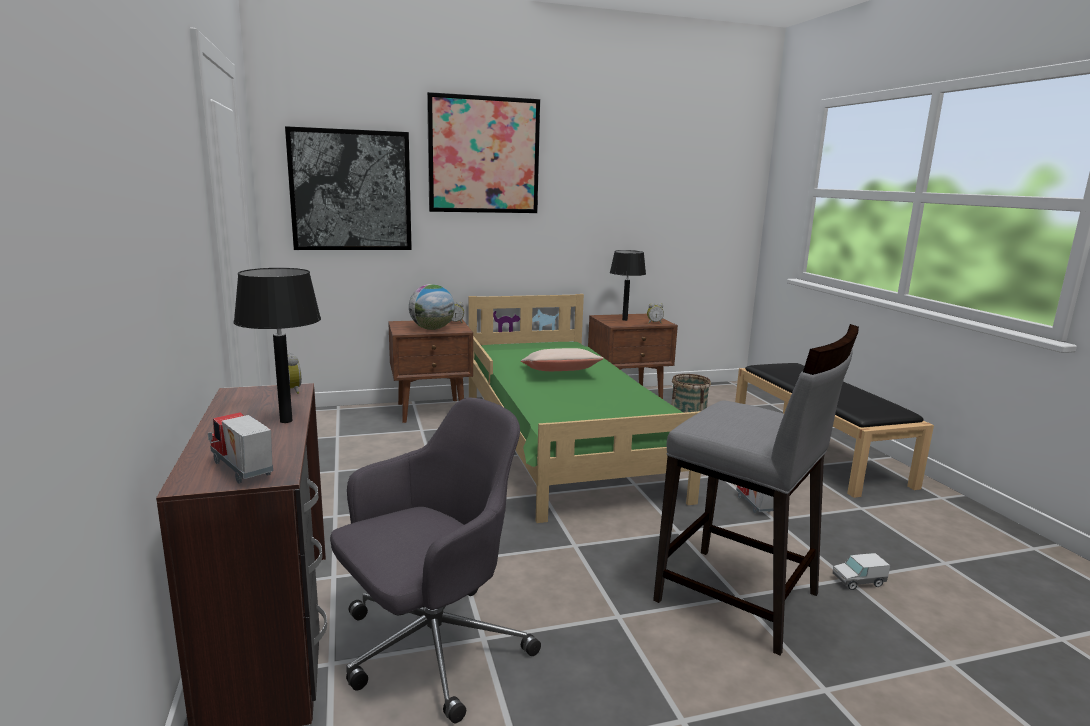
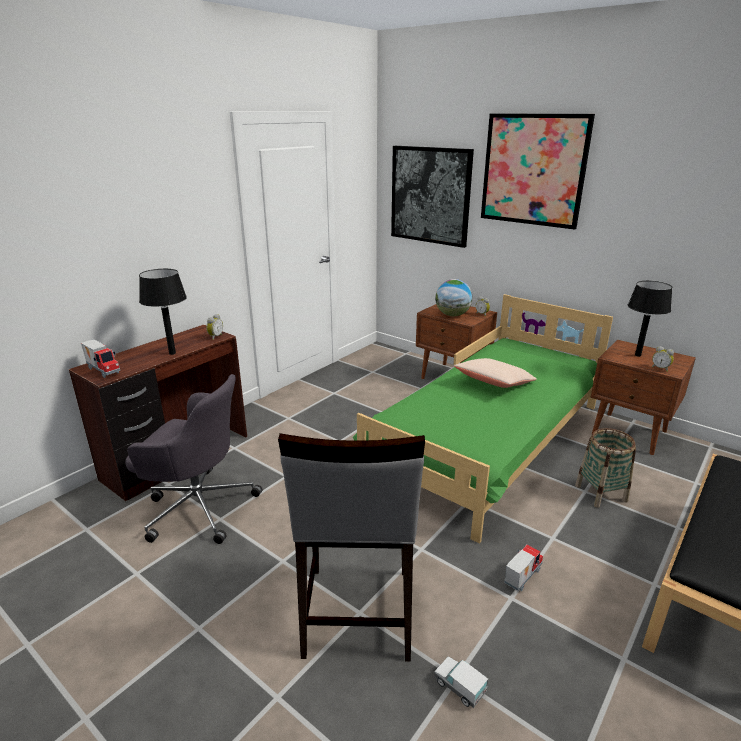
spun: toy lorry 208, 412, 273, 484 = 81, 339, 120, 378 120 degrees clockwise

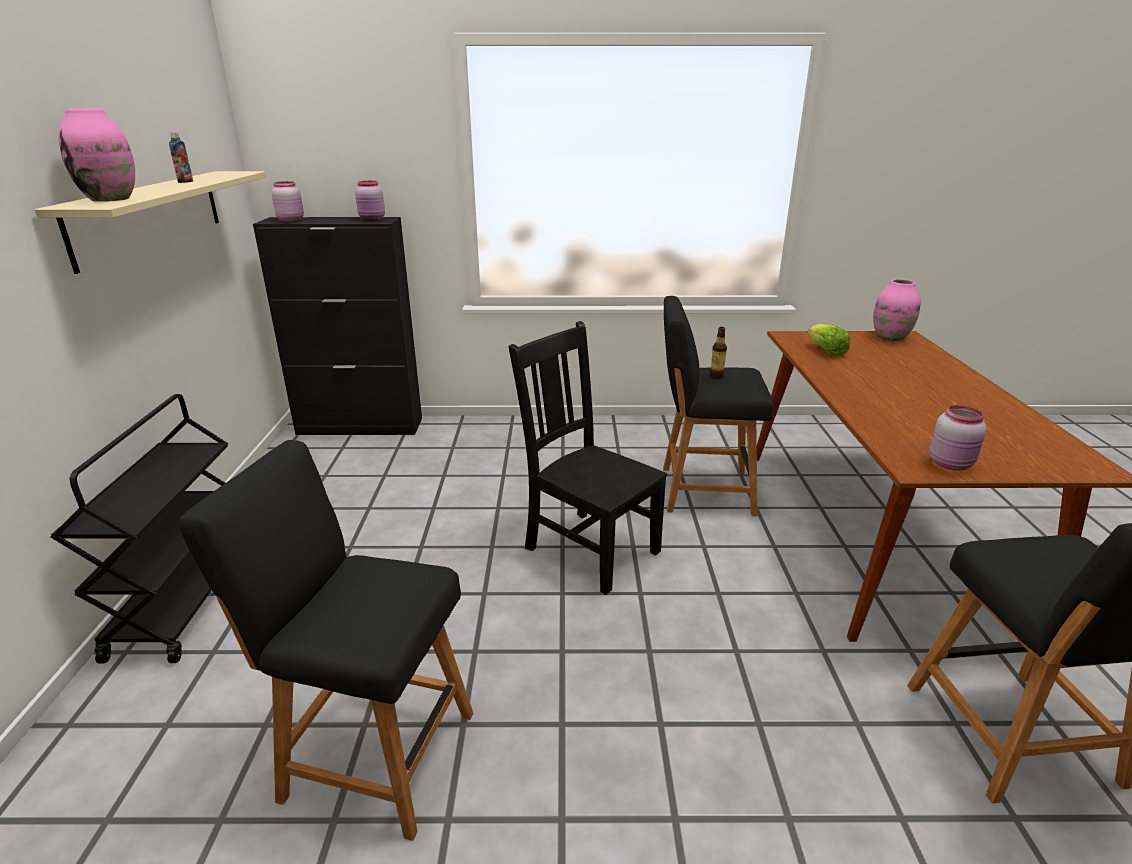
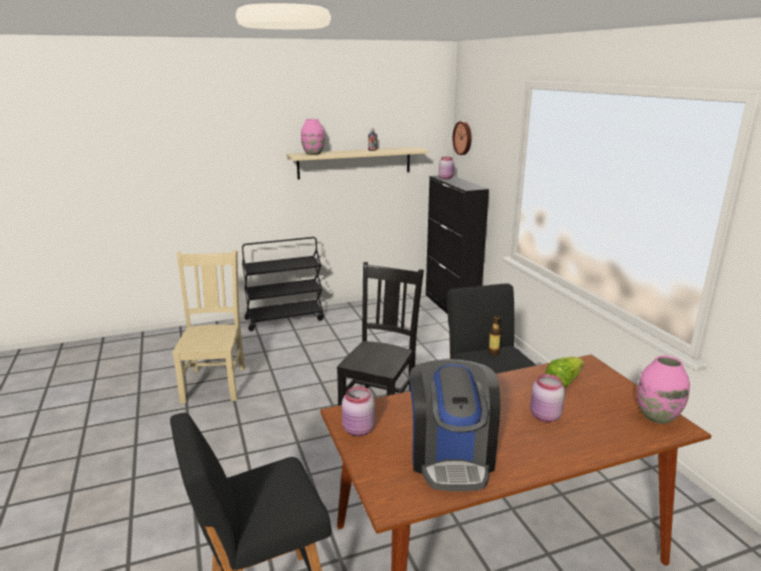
appeared: wall clock 452, 121, 472, 155; coffee machine 410, 359, 500, 491
relocated: preserve jar in pink-coloured 355, 181, 385, 221 to 530, 374, 565, 422
exchanged: stool in black-coloured 179, 440, 473, 841 to plain chair in beige 172, 250, 246, 403

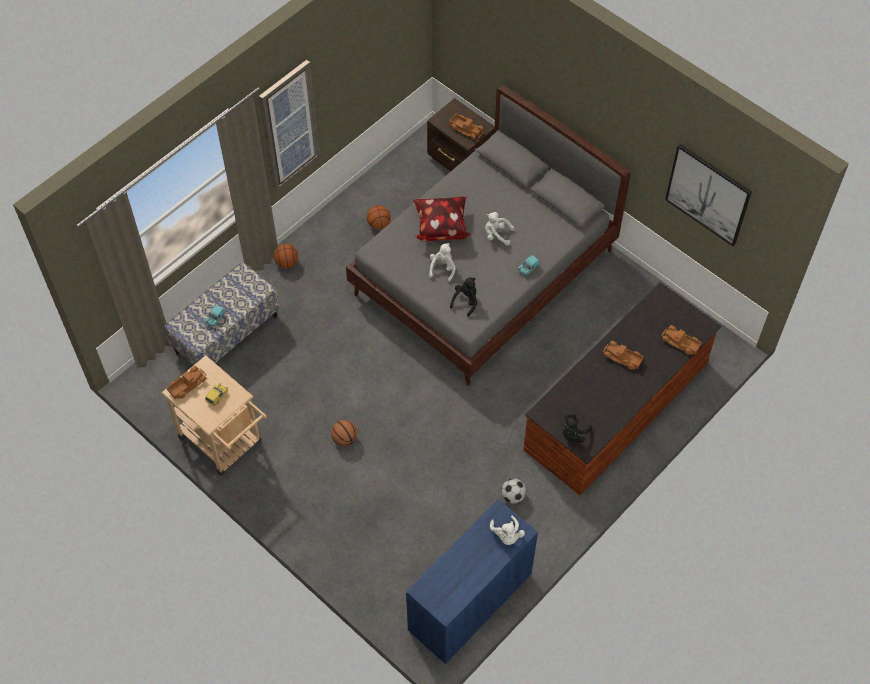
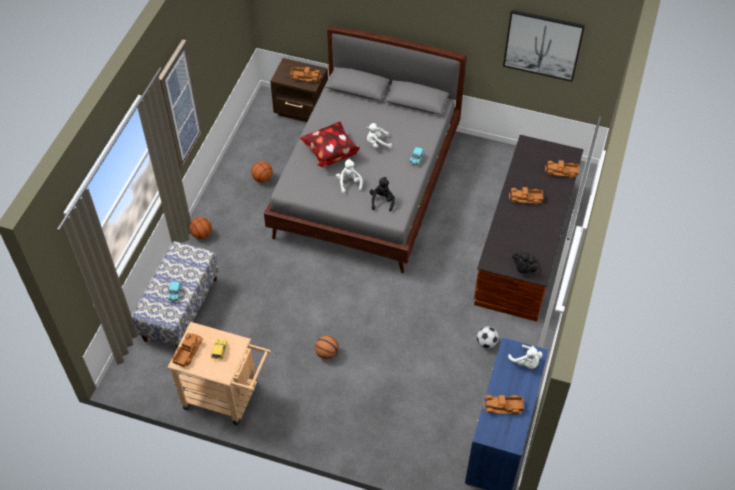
appeared: toy lorry 483, 395, 524, 415

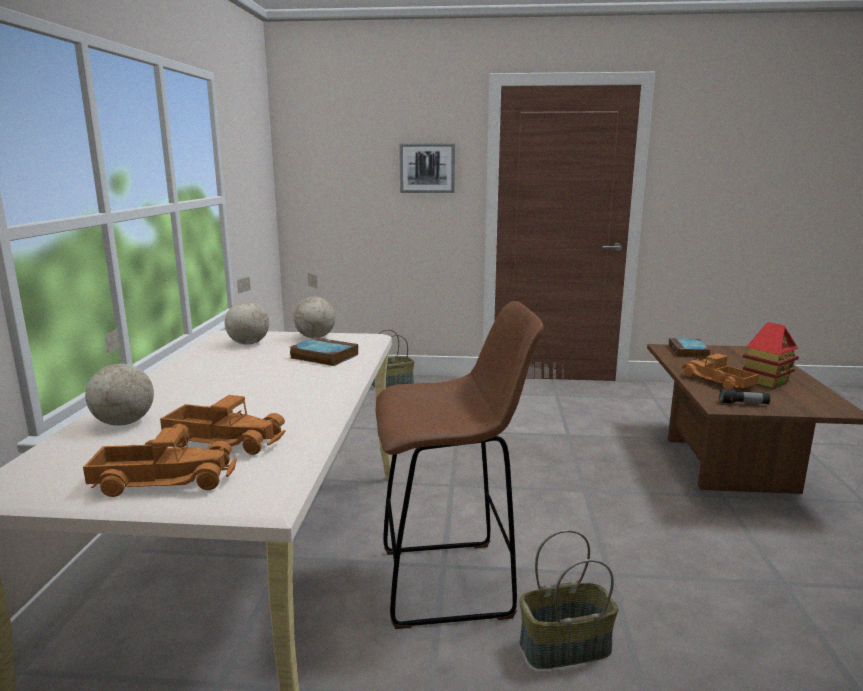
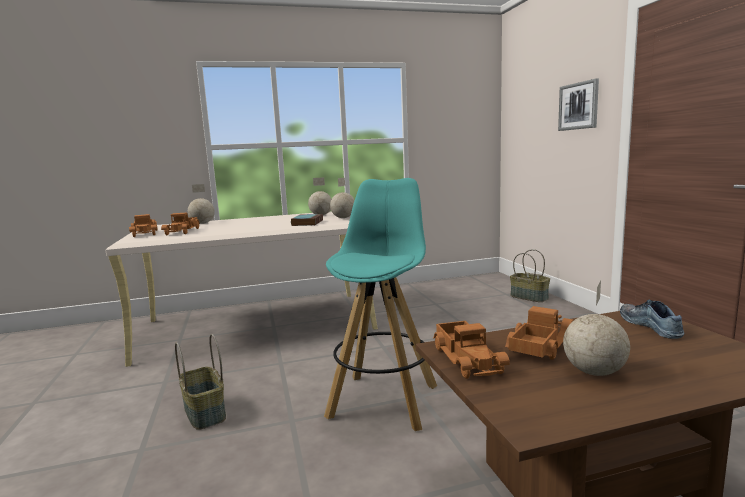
missing: stool in brownish 376, 301, 544, 629
appeared: stool in blue-green 324, 178, 437, 431
exchanged: toy house 742, 322, 799, 388 to globe 563, 281, 630, 376; book 669, 338, 710, 358 to low shoe 620, 300, 684, 339; hand torch 719, 389, 770, 404 to toy lorry 433, 321, 510, 379

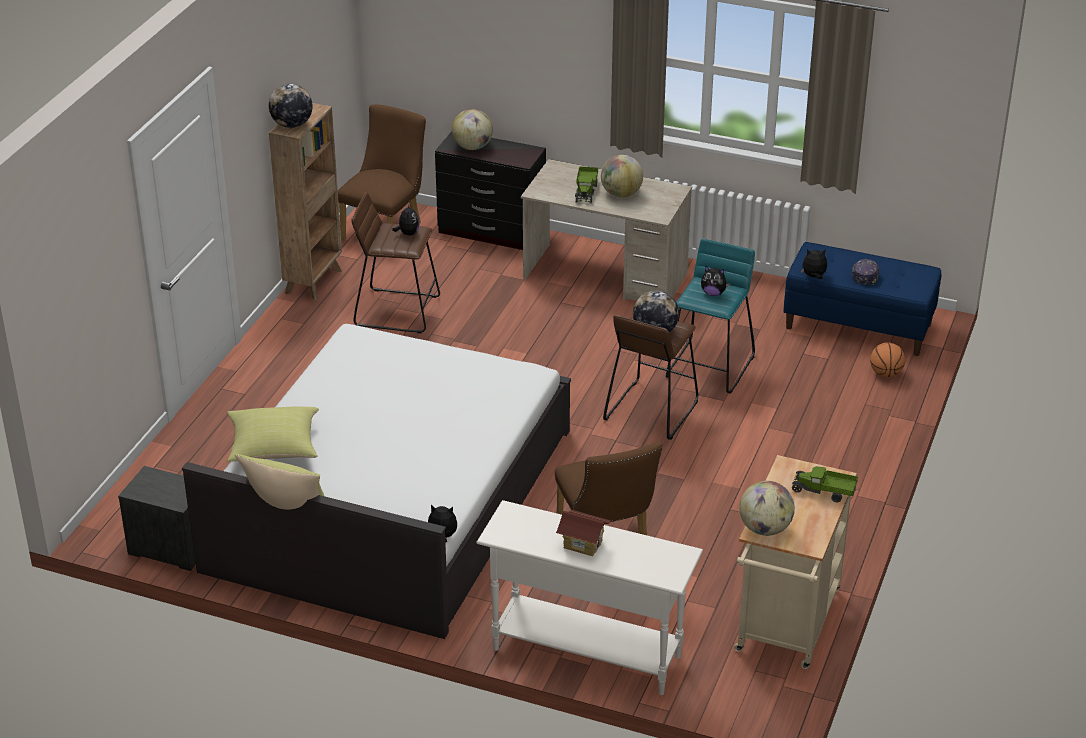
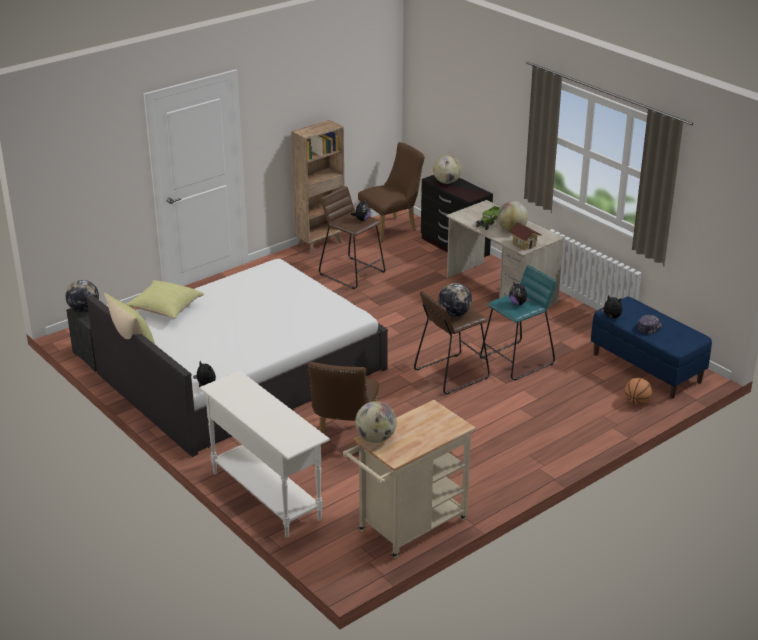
missing: toy lorry 791, 466, 858, 502
relocated: globe 269, 84, 313, 128 to 66, 280, 99, 313; toy house 556, 510, 611, 556 to 510, 222, 541, 250

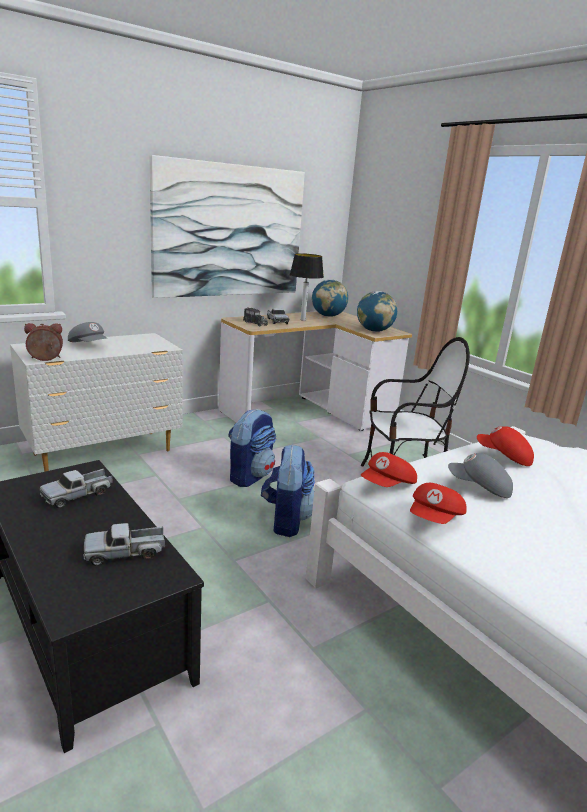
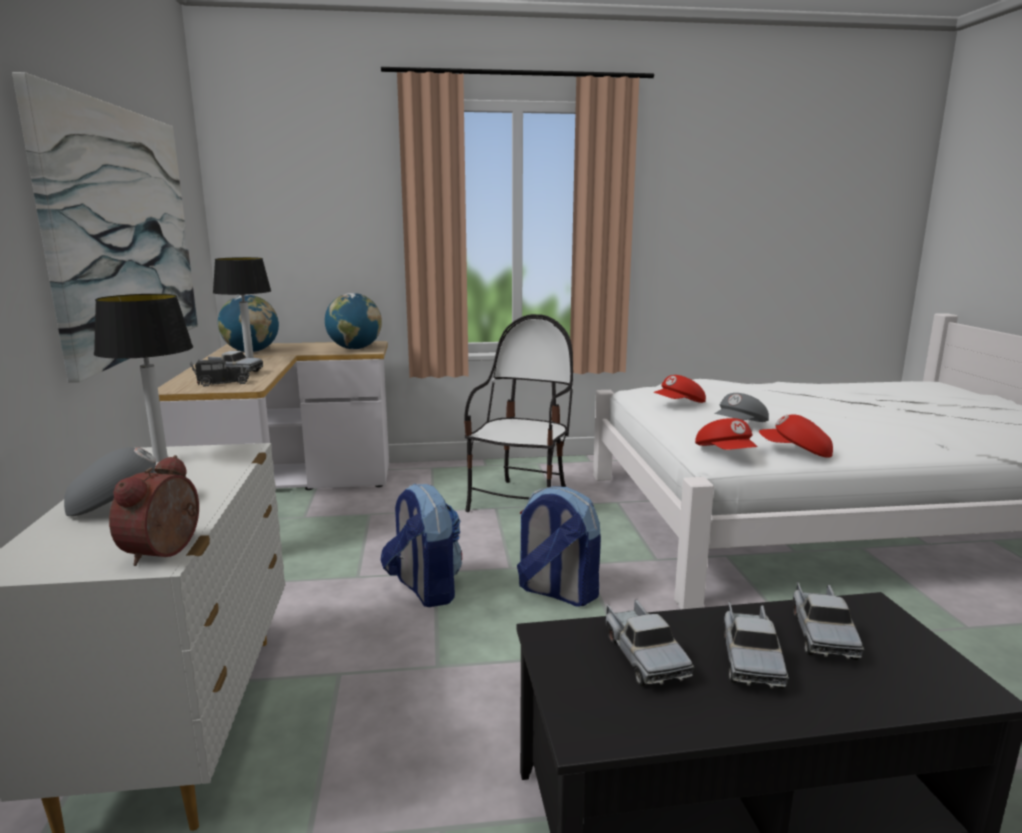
appeared: lamp for a table 94, 294, 193, 462; toy lorry 724, 602, 789, 689
spun: baseball cap in reddish 410, 483, 467, 524 = 759, 414, 833, 457 135 degrees clockwise

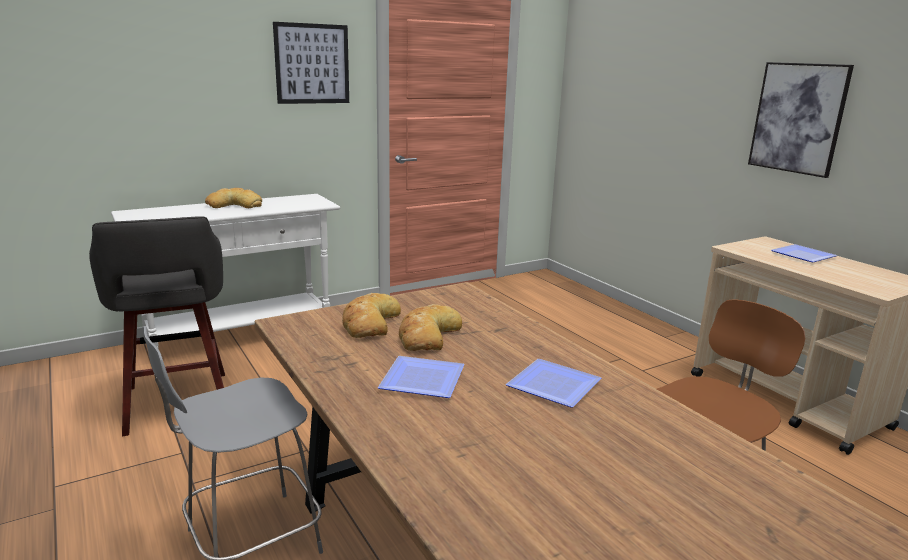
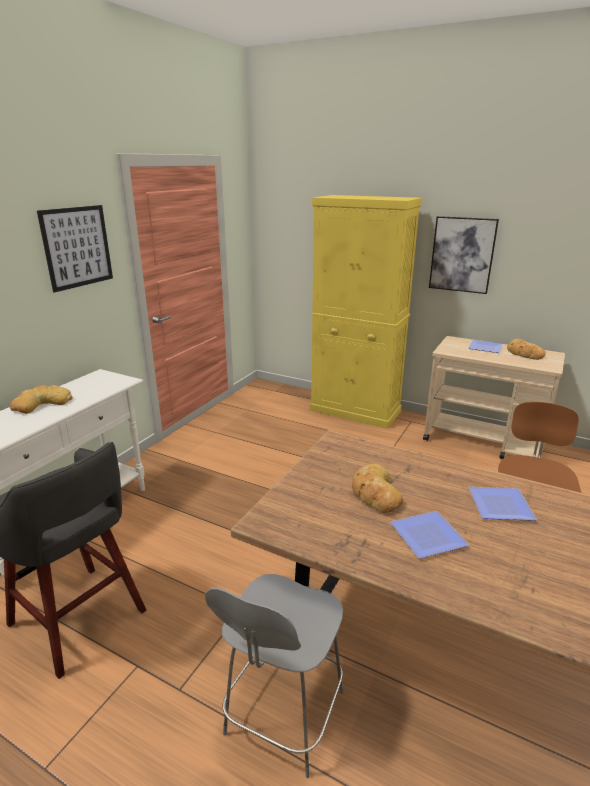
appeared: cabinet in yellow 310, 195, 422, 429
relocated: baked bread 342, 293, 401, 338 to 507, 339, 546, 360

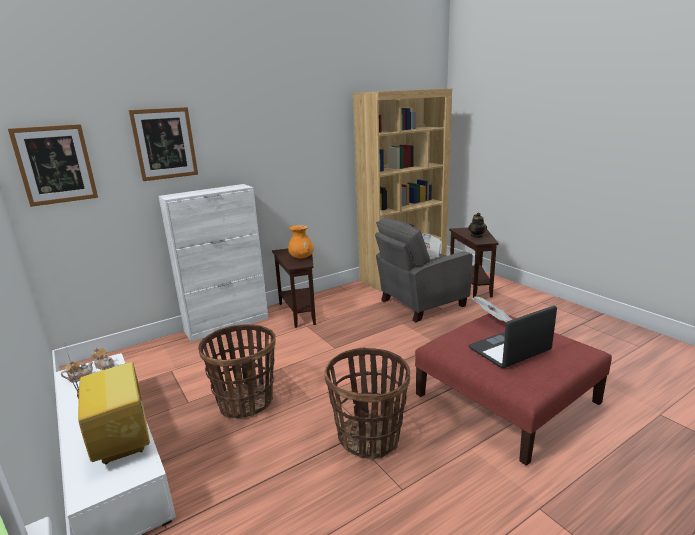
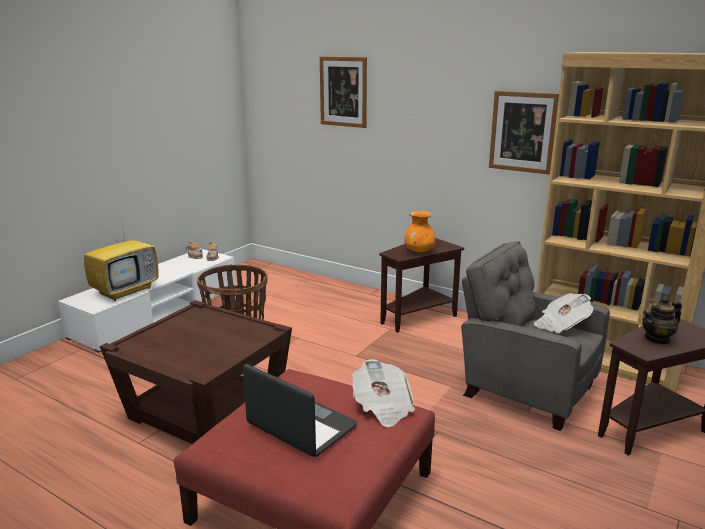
missing: cabinet in white 158, 184, 268, 342
relocated: picture 8, 124, 98, 207 to 489, 91, 559, 175
exchanged: storage basket 325, 347, 410, 459 to accent table in brownish 100, 300, 292, 444

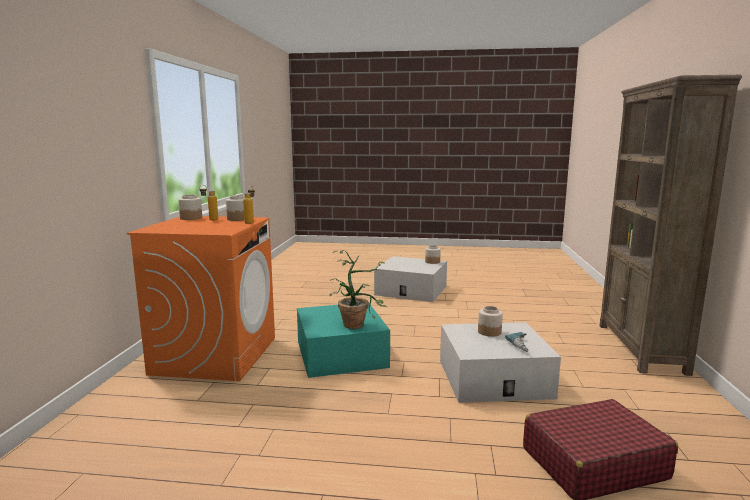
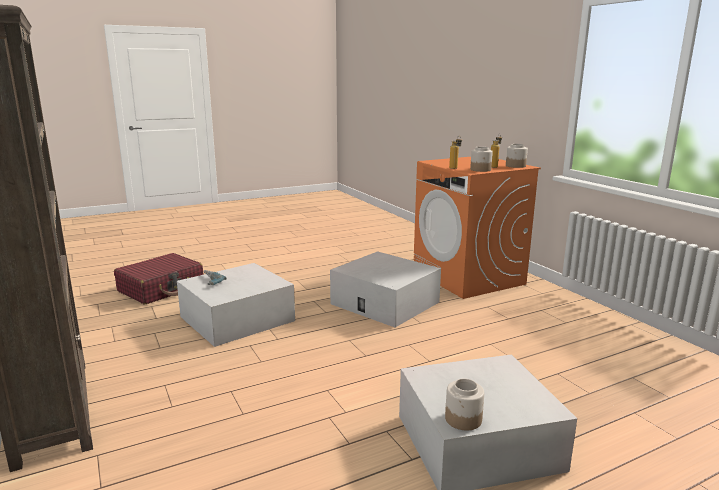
missing: houseplant 329, 250, 387, 329; preserve jar 478, 306, 503, 337
colour: storage box in blue-green 297, 303, 390, 378 to storage box in white 330, 251, 441, 327

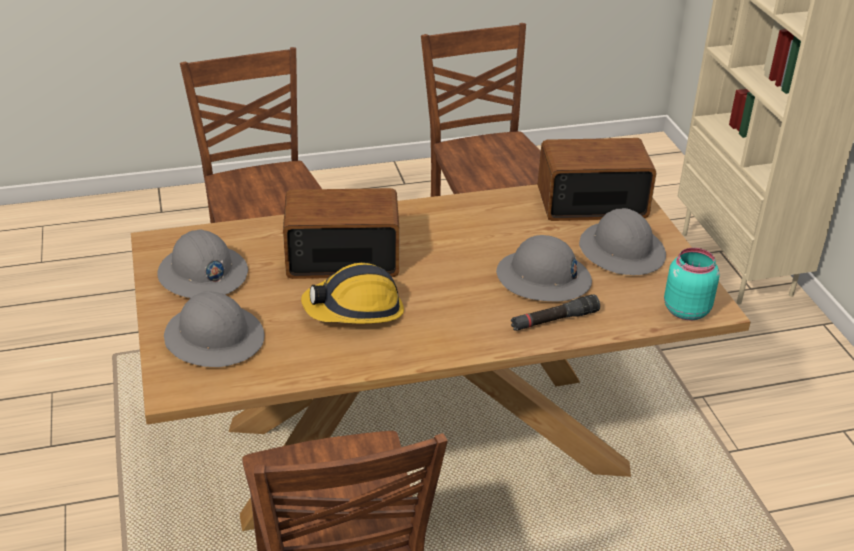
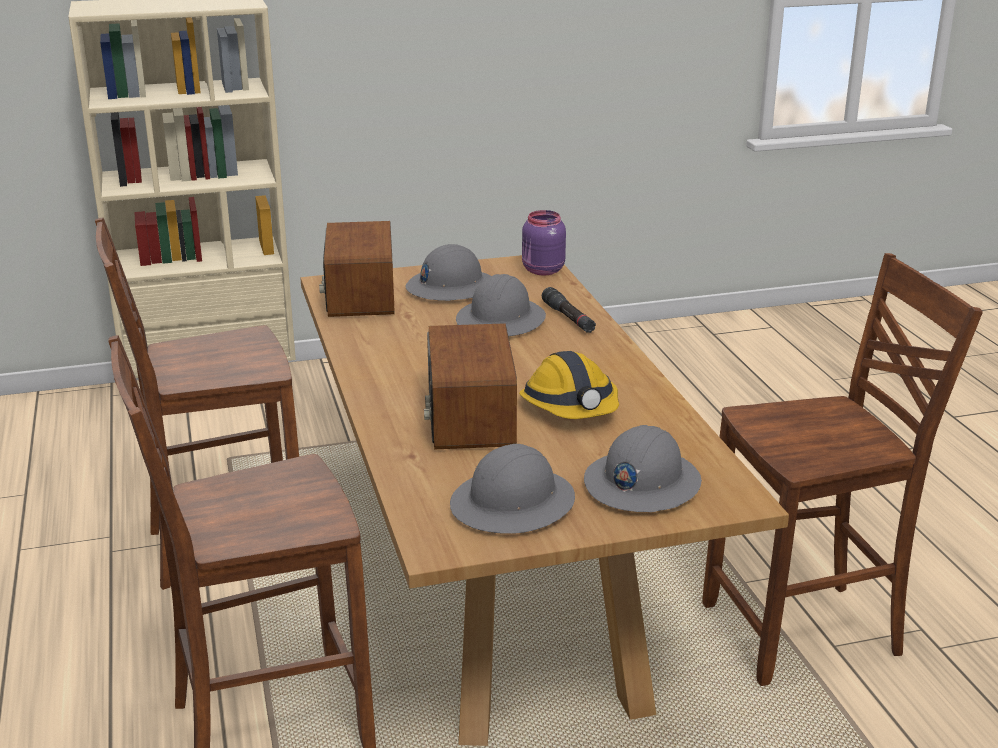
colour: preserve jar in blue-green 664, 248, 720, 320 to preserve jar in purple-coloured 522, 210, 566, 275

